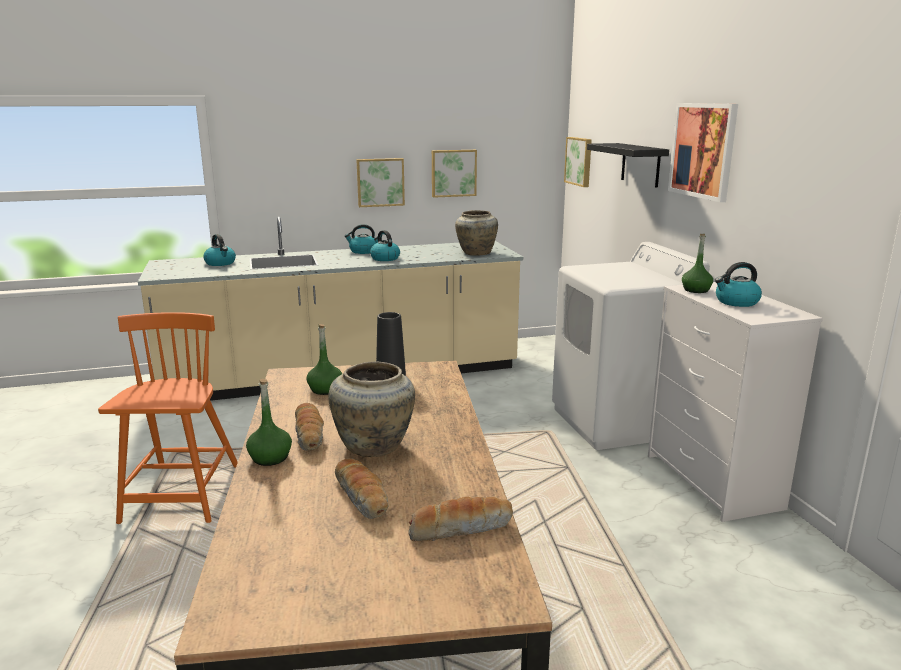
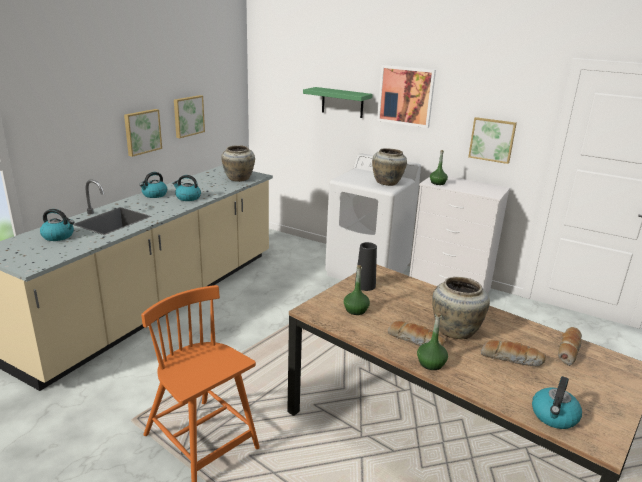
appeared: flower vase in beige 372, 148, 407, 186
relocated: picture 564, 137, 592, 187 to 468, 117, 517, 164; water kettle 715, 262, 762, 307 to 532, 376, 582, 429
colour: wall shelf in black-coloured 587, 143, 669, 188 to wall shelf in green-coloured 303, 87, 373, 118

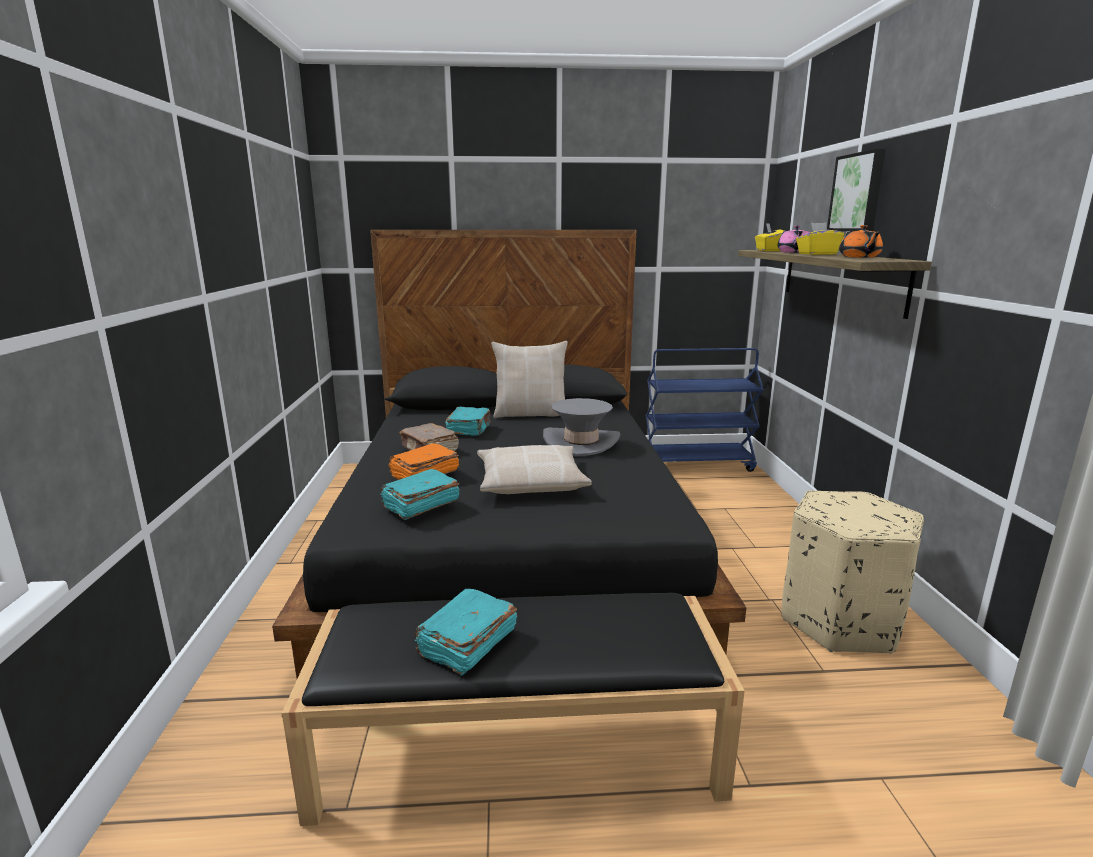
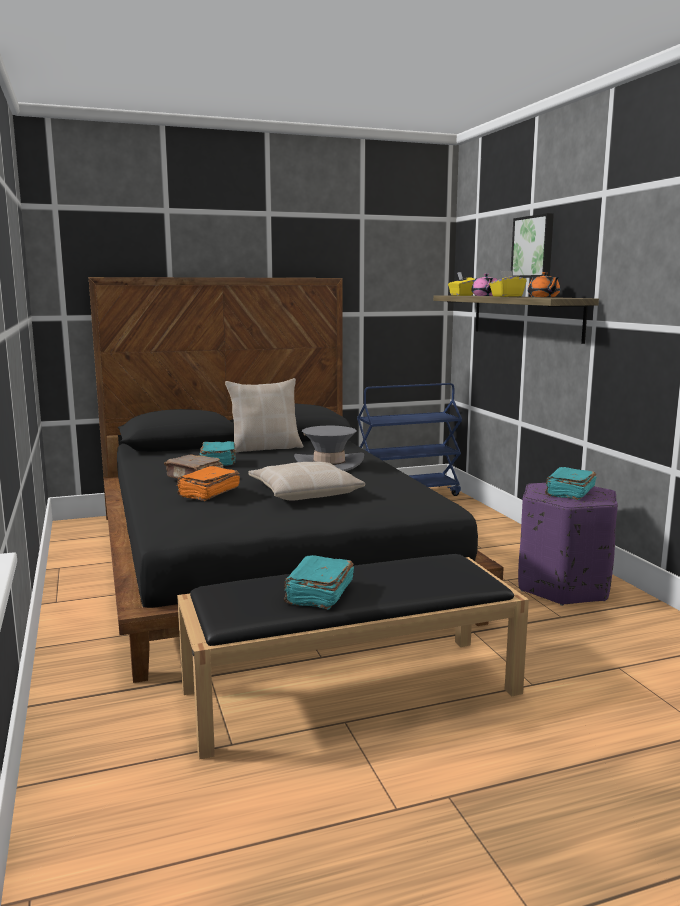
relocated: book in blue-green 380, 469, 459, 520 to 545, 467, 596, 500
colour: footrest in beige 781, 491, 924, 654 to footrest in purple-coloured 518, 483, 618, 606

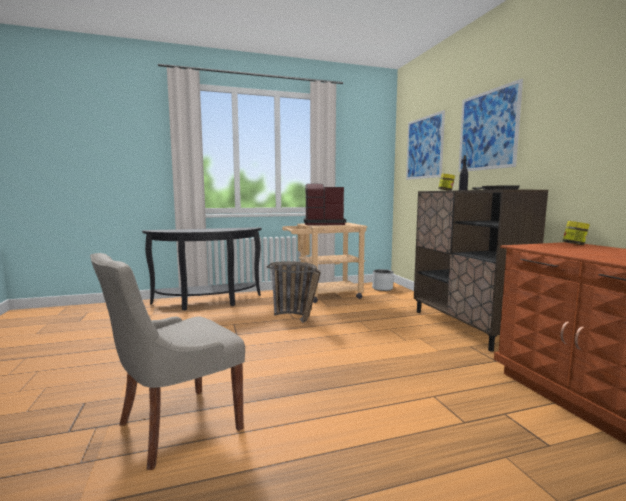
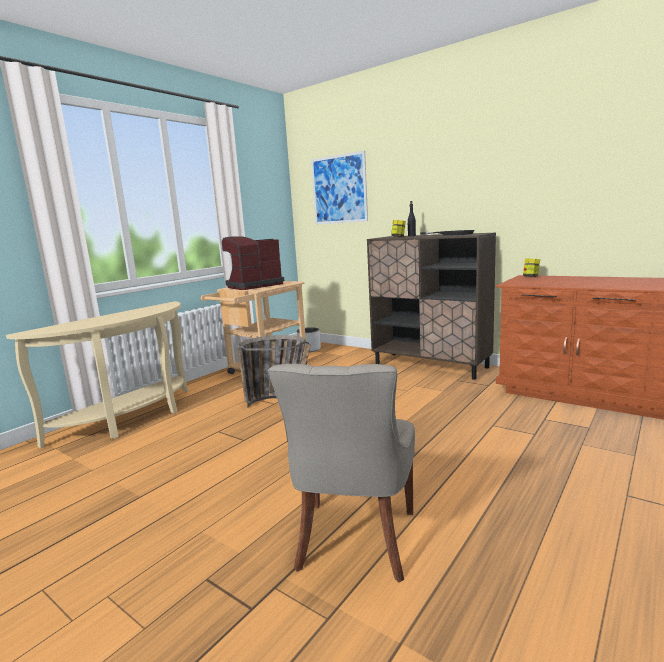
missing: picture 458, 79, 523, 172
colour: hall table in black-coloured 142, 227, 262, 311 to hall table in beige 6, 301, 188, 448

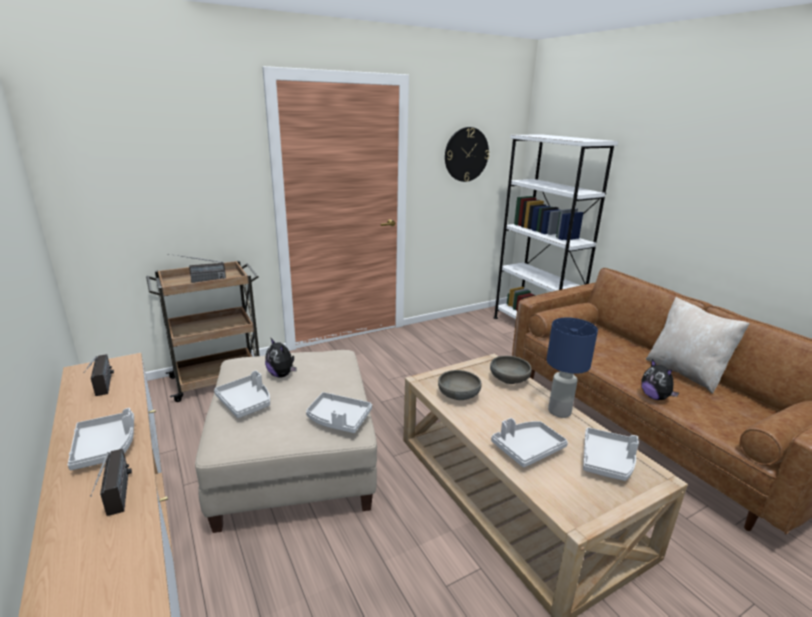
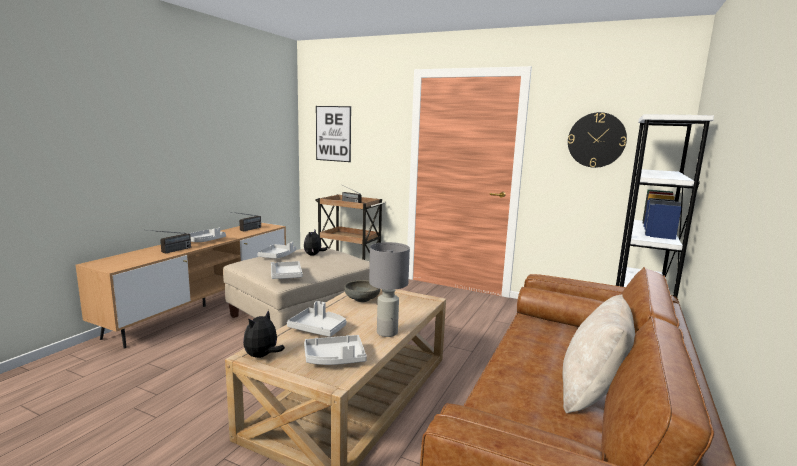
missing: deep dish in gray 490, 356, 532, 384
appeared: picture 316, 106, 351, 162
relocated: cuddly toy 641, 359, 679, 400 to 243, 310, 285, 358
colour: lamp for a table in blue 546, 318, 598, 418 to lamp for a table in gray 369, 242, 410, 337

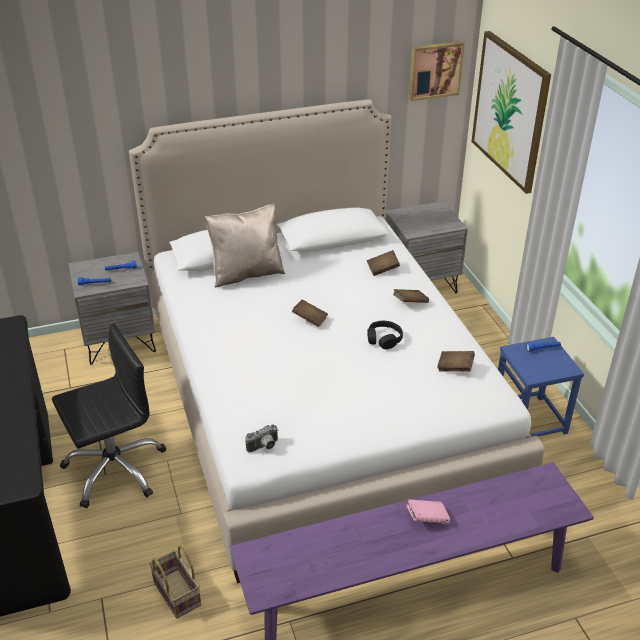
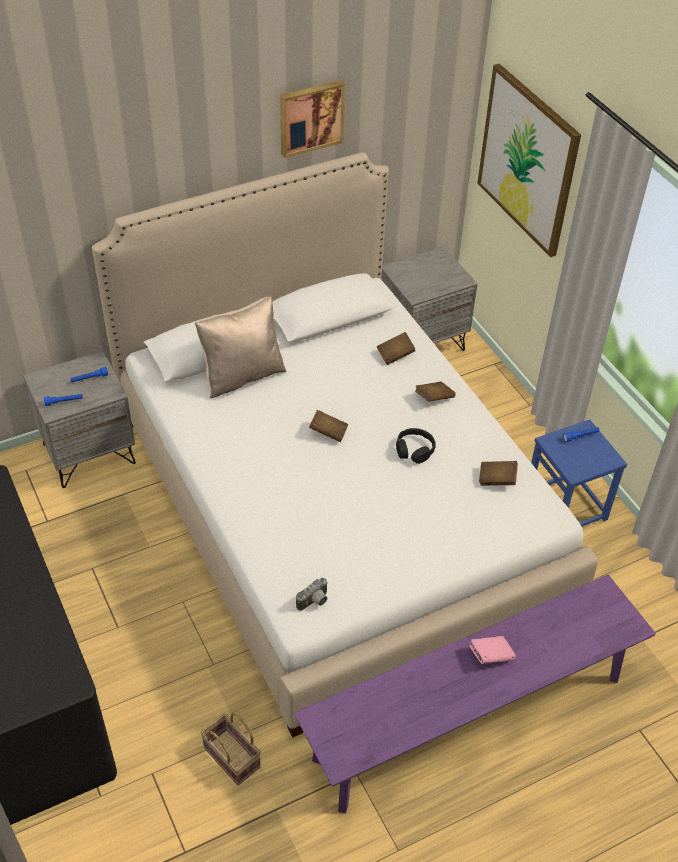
missing: desk chair in black-coloured 52, 323, 166, 508
relocated: picture 409, 41, 465, 101 to 280, 80, 345, 158

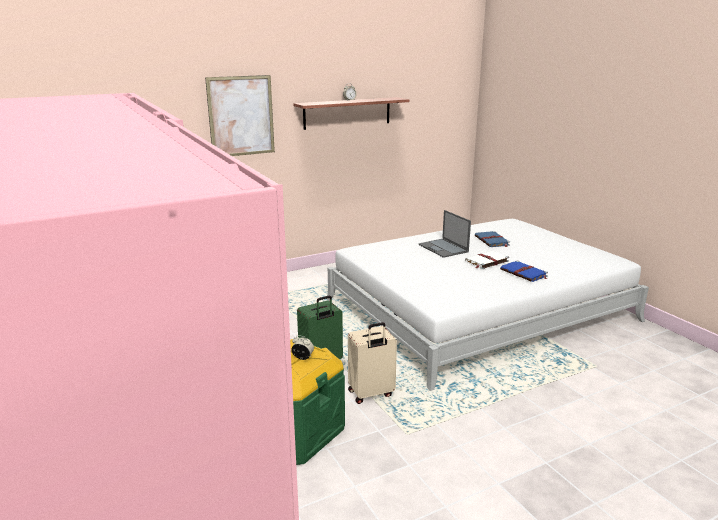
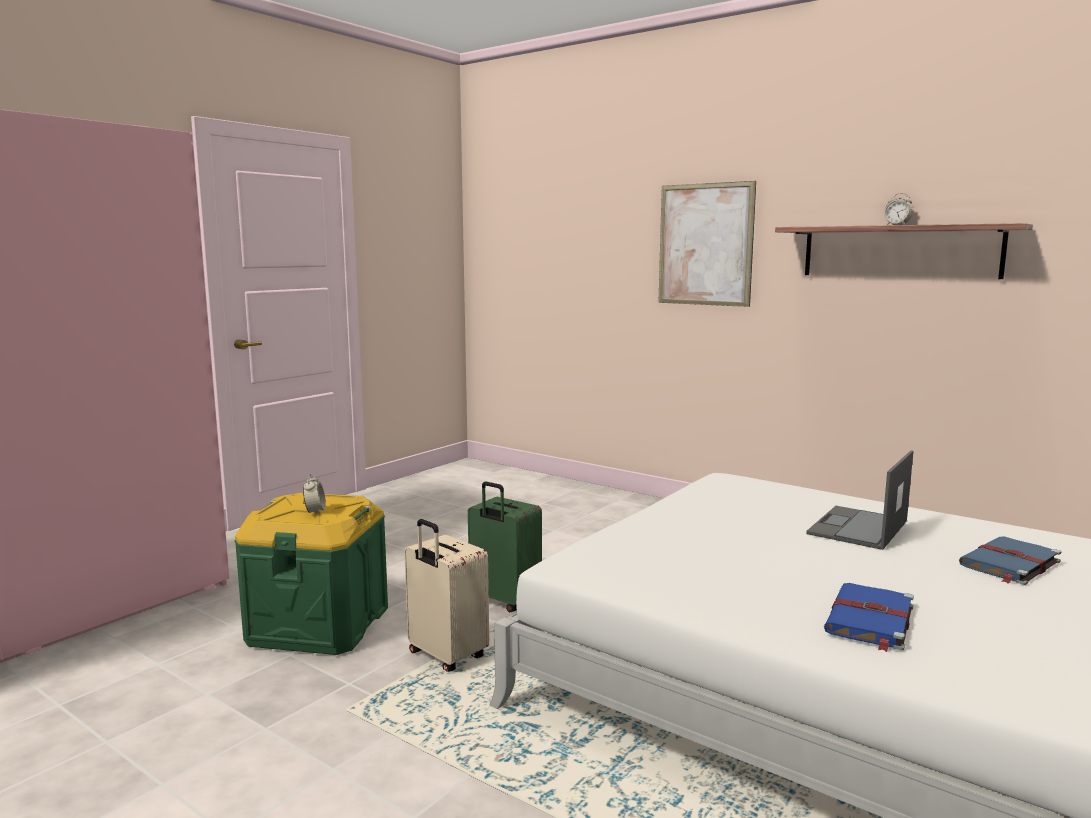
missing: book in white 465, 251, 509, 269

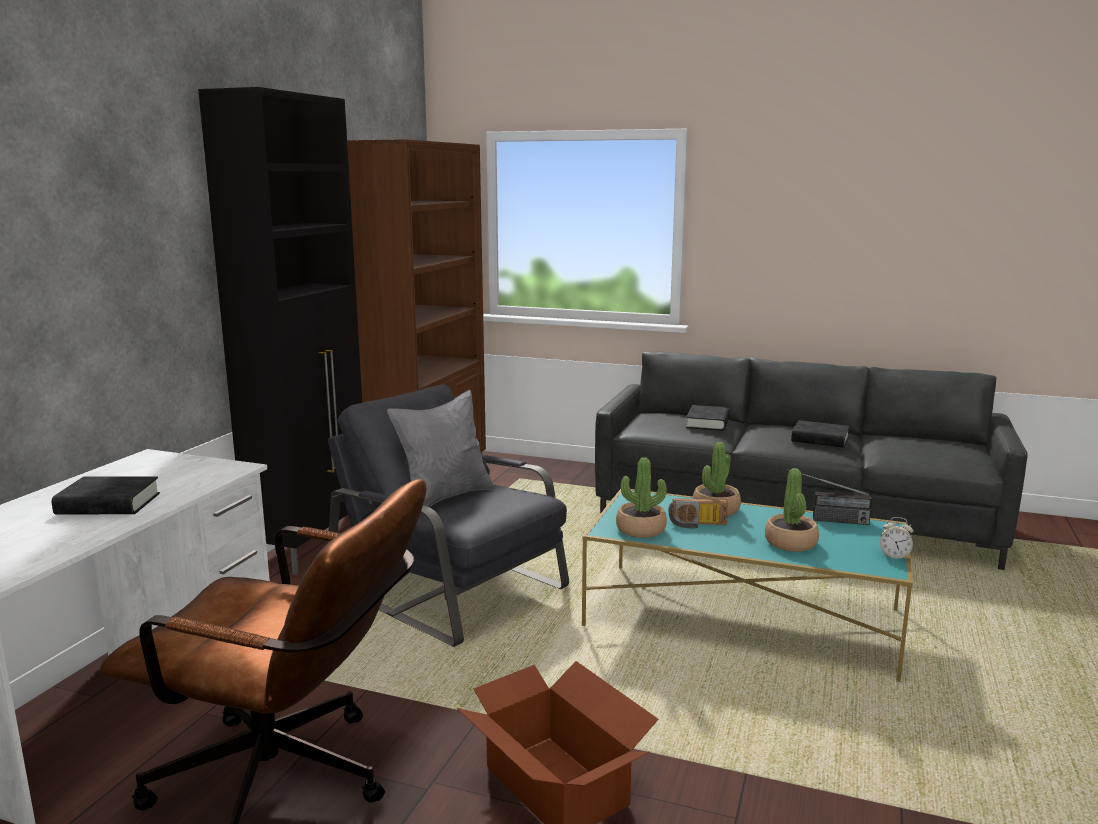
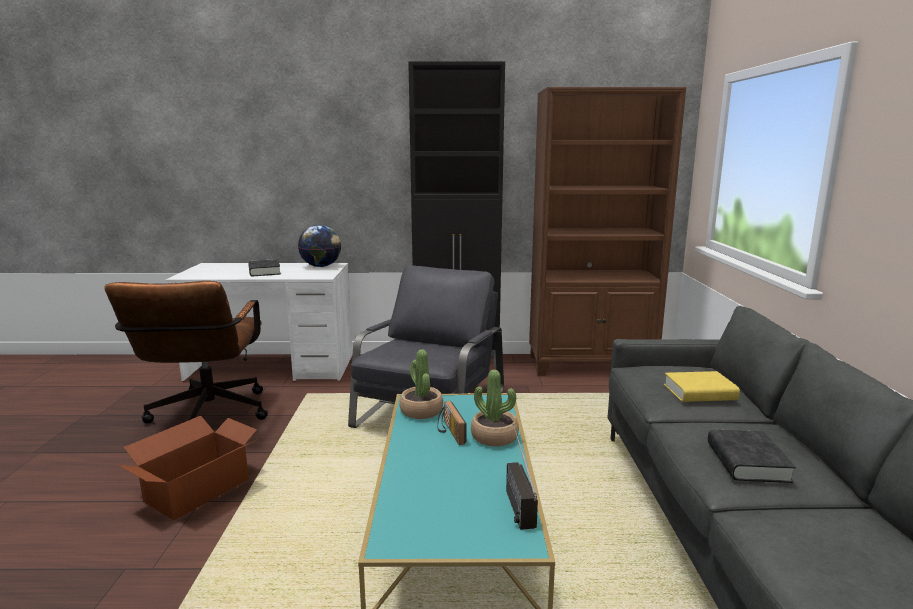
missing: cushion in gray 387, 390, 495, 507; houseplant 765, 468, 819, 552; table clock 880, 517, 913, 559
appeared: globe 298, 225, 341, 267
colour: book in black-coloured 686, 405, 730, 431 to book in yellow 664, 371, 740, 402

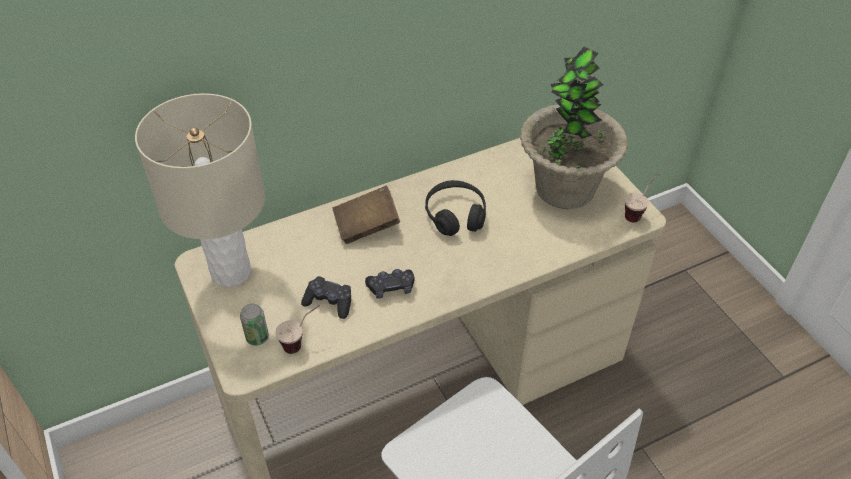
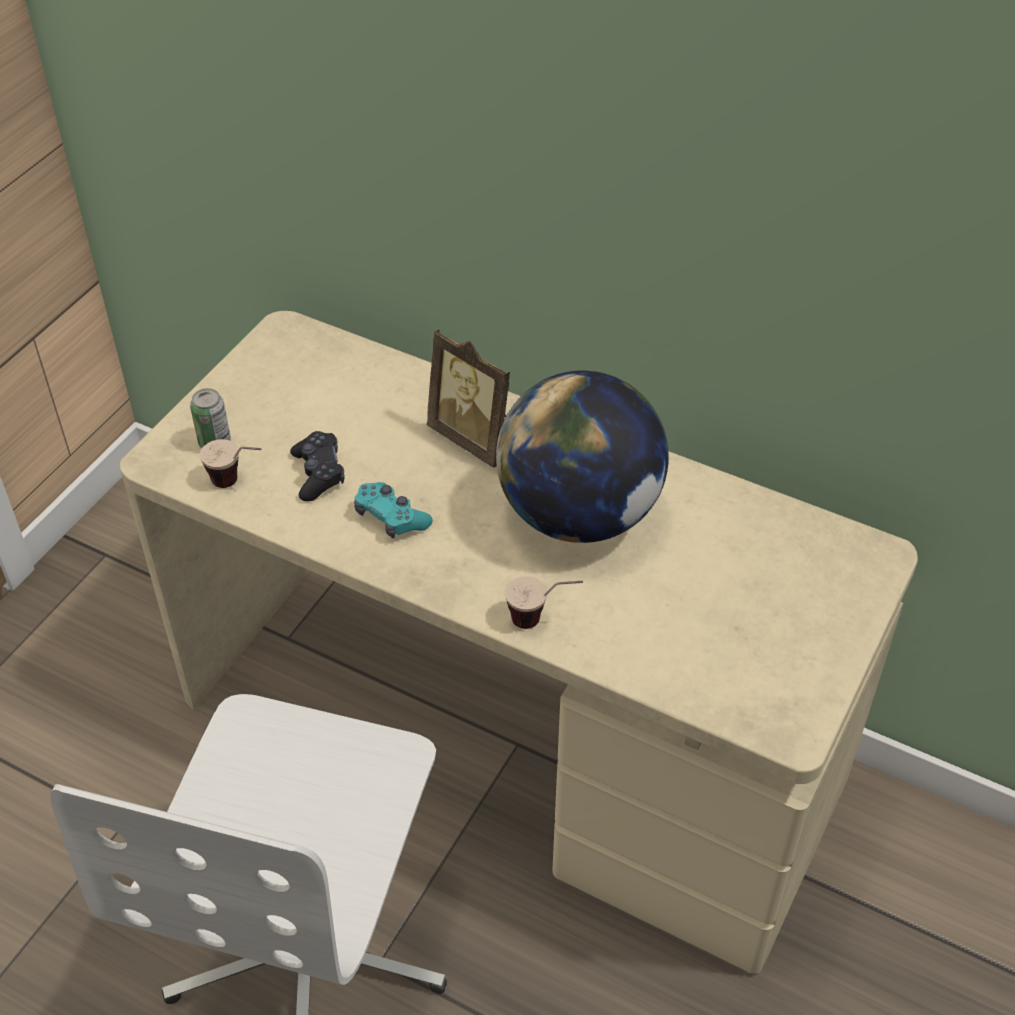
missing: houseplant 520, 47, 628, 209; lamp for a table in beige 135, 93, 265, 288
relocated: drinking cup 625, 174, 659, 222 to 505, 576, 583, 629
exchanged: headset in black-coloured 425, 180, 486, 236 to globe 496, 371, 669, 543; book in brownish 332, 186, 400, 244 to standing frame 427, 329, 510, 468
colour: joypad in black-coloured 365, 269, 415, 299 to joypad in blue-green 354, 482, 433, 538

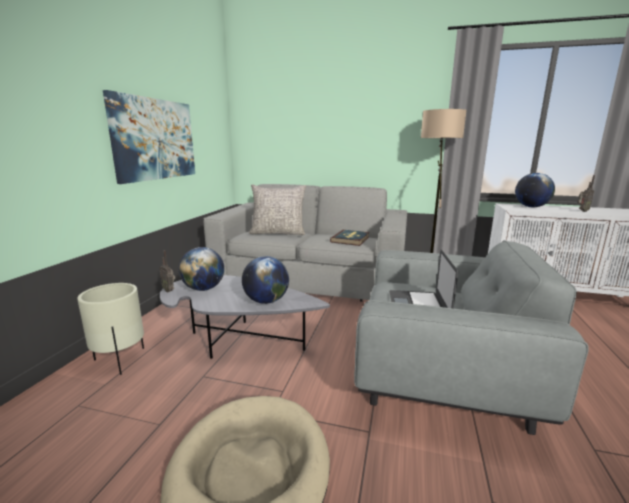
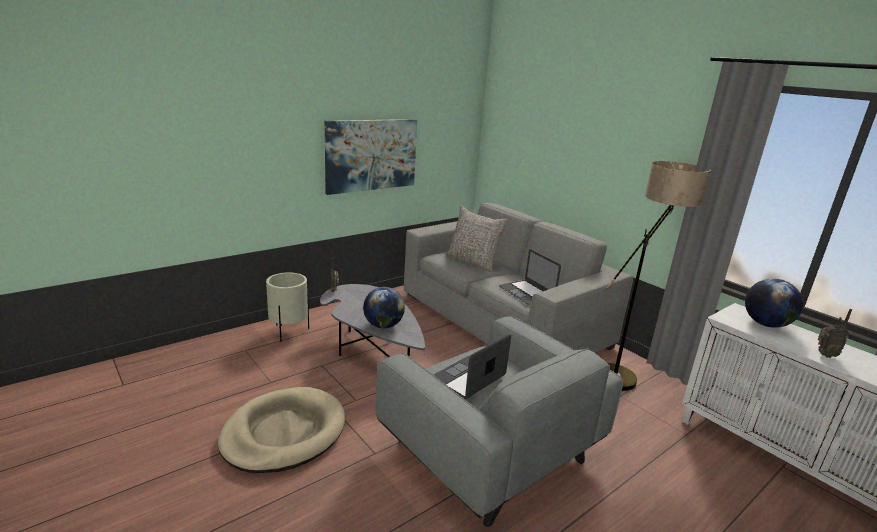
missing: globe 179, 247, 224, 291
exchanged: book 330, 230, 370, 246 to portable computer 499, 249, 561, 304

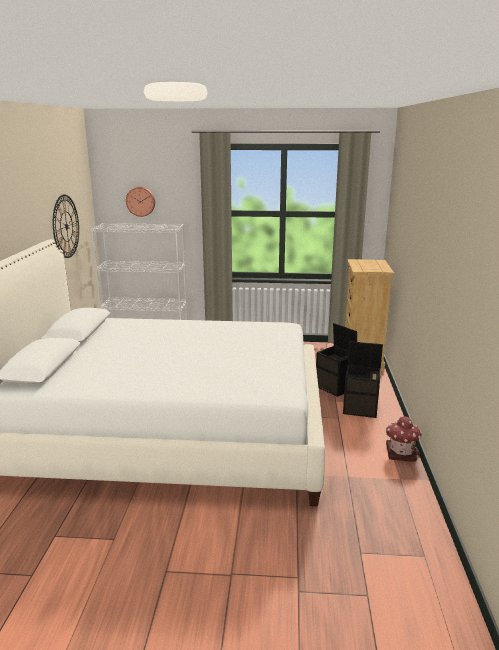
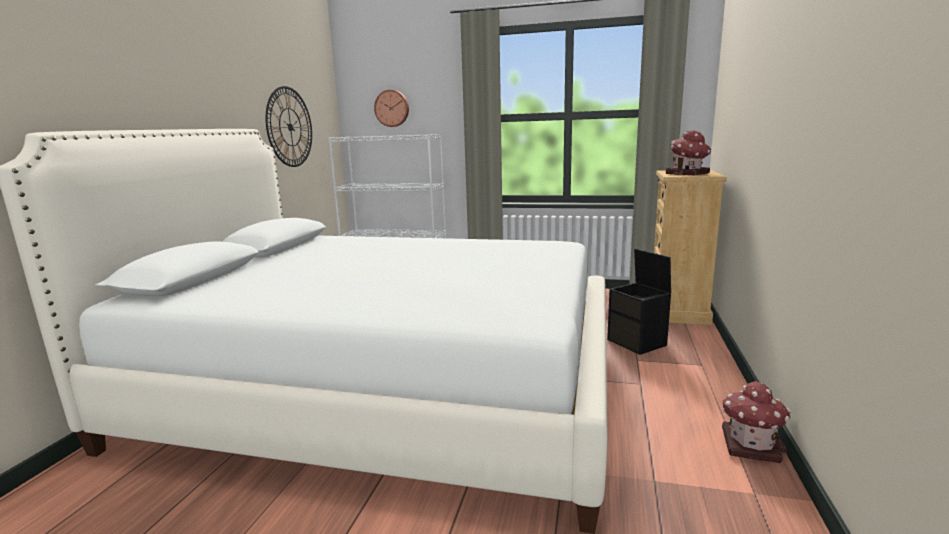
missing: storage box in black-coloured 343, 341, 383, 418
appeared: toy house 666, 130, 711, 176

